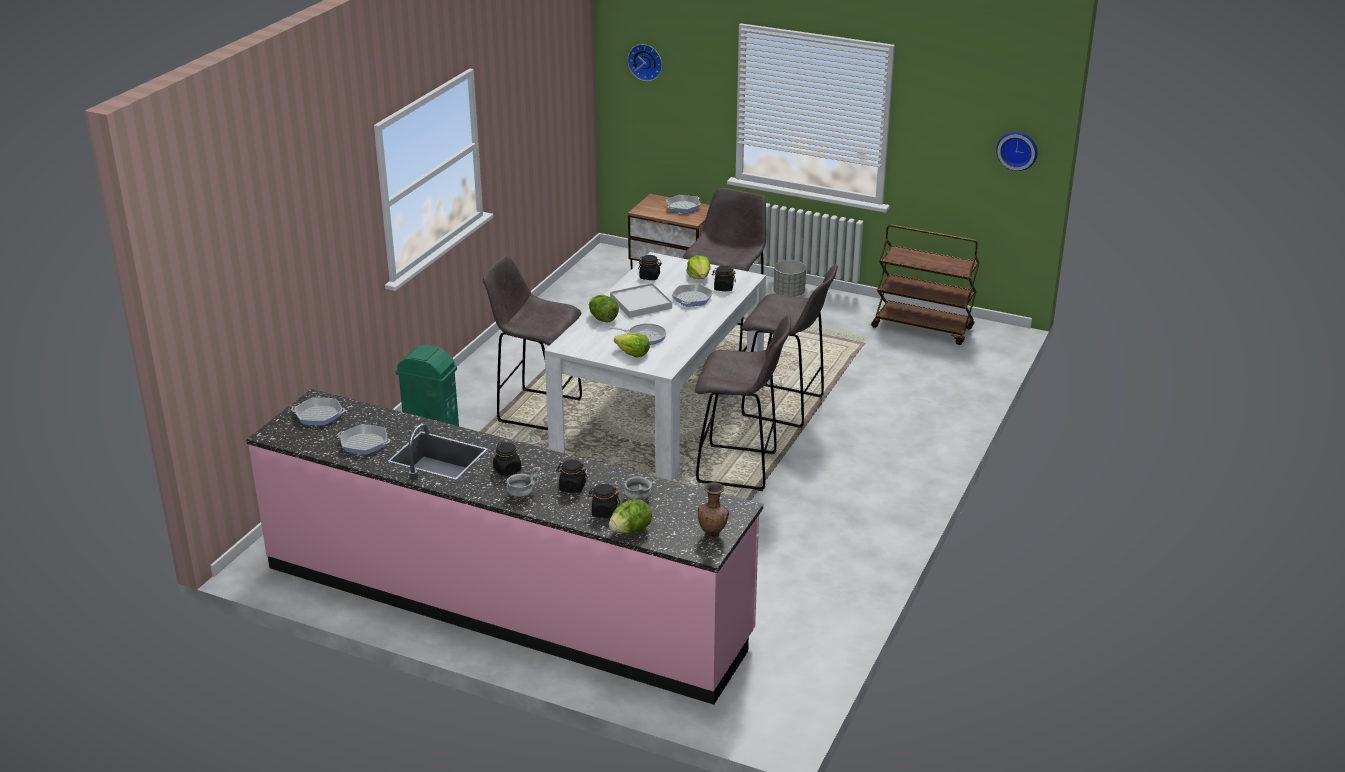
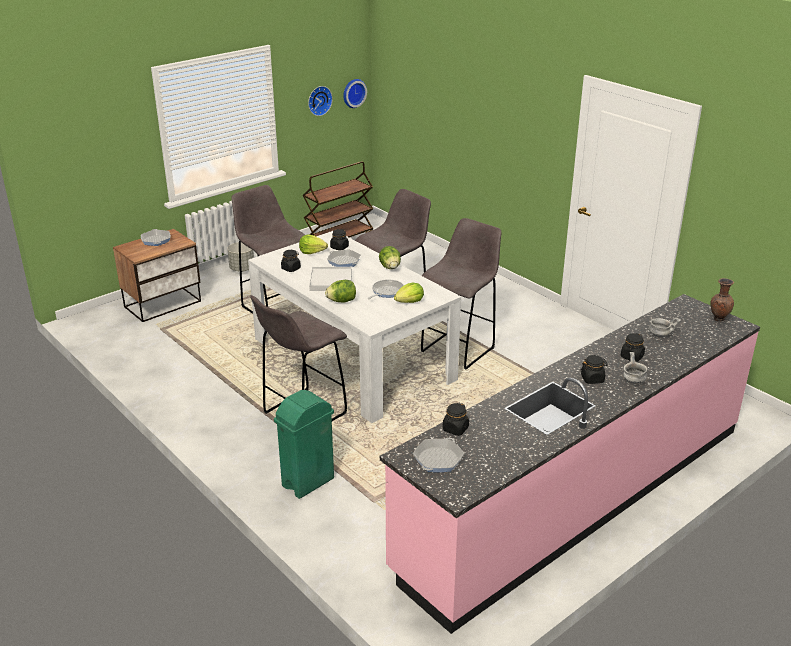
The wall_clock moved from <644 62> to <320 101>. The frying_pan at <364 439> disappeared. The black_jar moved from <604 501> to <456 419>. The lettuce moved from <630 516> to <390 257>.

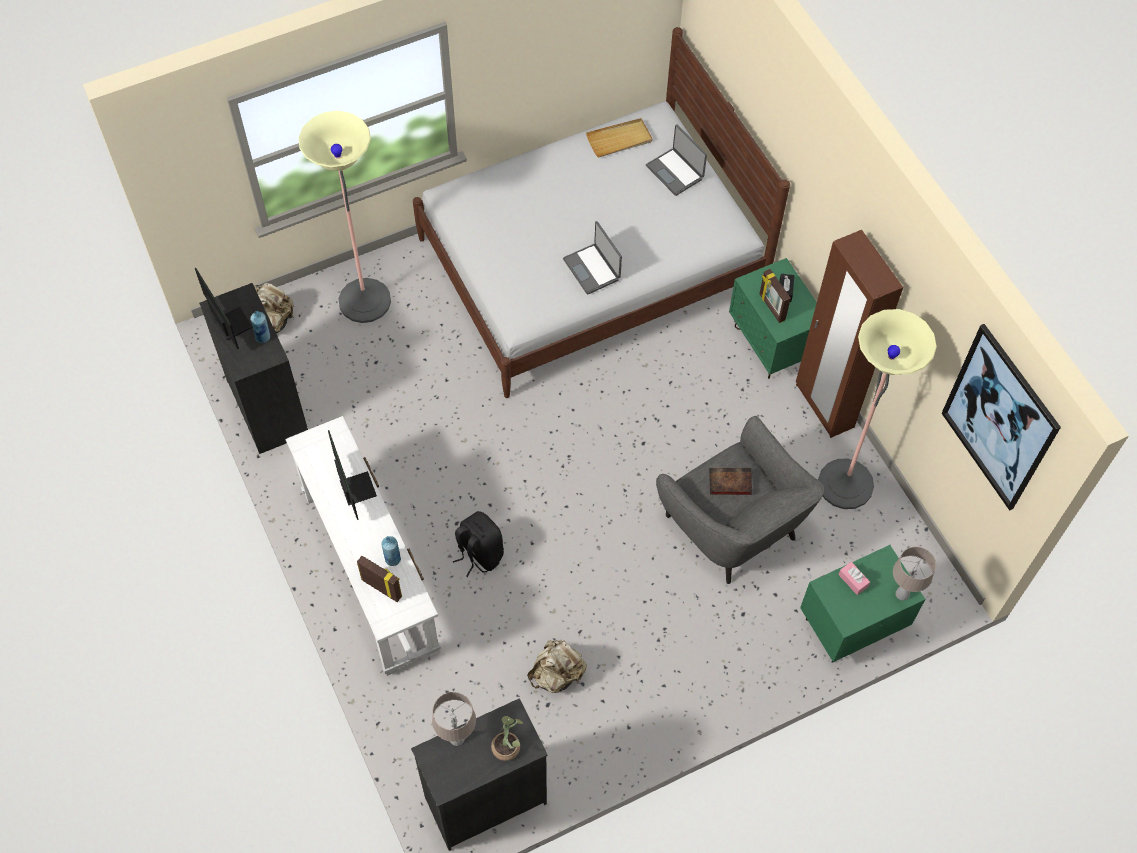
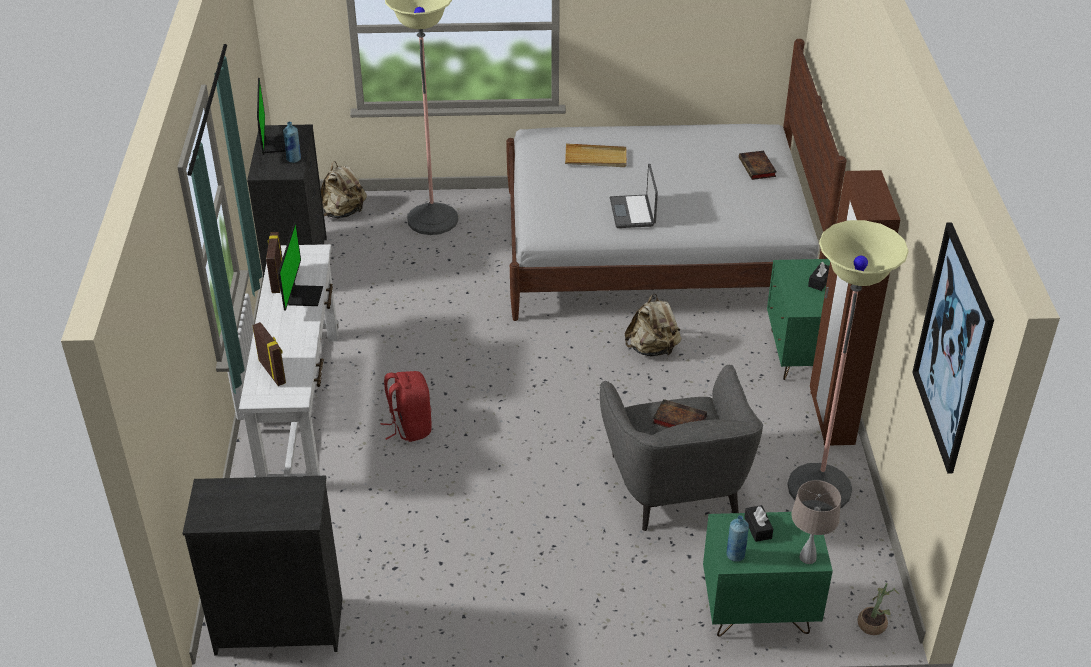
The beige_tray moved from <619 138> to <596 155>. The laptop at <676 160> was replaced by the book at <757 165>. The picture_frame moved from <775 296> to <274 262>. The black_backpack at <478 544> became the red_backpack at <406 406>. The blue_bottle moved from <391 551> to <738 538>. The pink_tissue_box at <854 578> became the black_tissue_box at <758 523>. The beige_backpack moved from <557 666> to <653 325>. The beige_table_lamp at <454 719> disappeared. The potted_plant moved from <507 738> to <878 609>.

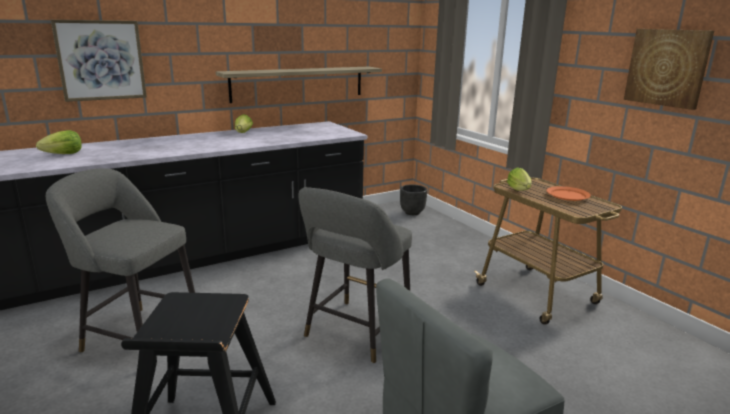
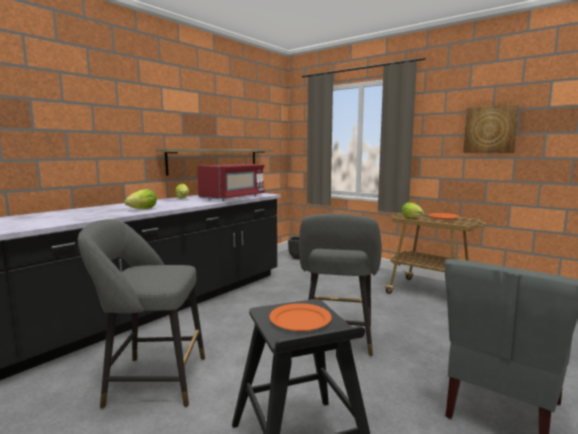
The picture at <99 61> disappeared. The lettuce moved from <59 142> to <140 199>. The red_microwave at <231 182> appeared. The orange_plate at <300 317> appeared.

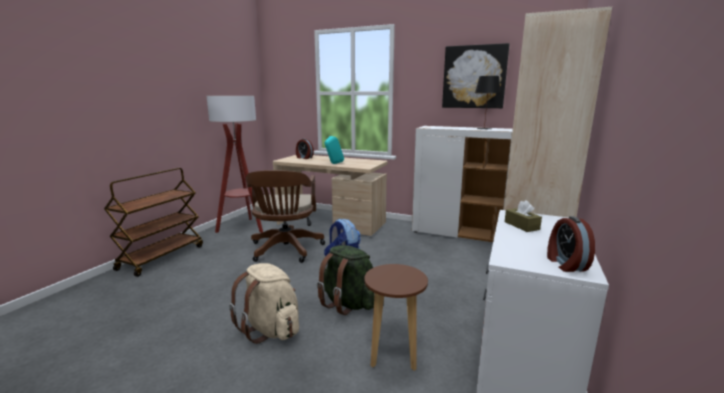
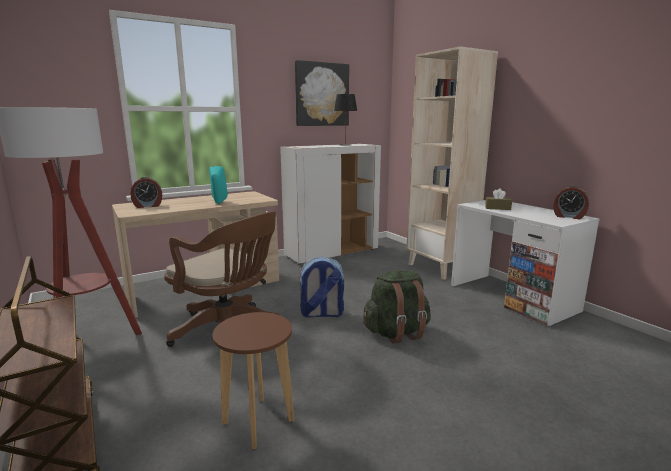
The beige_backpack at <264 303> disappeared. The brown_stool moved from <396 317> to <253 380>.

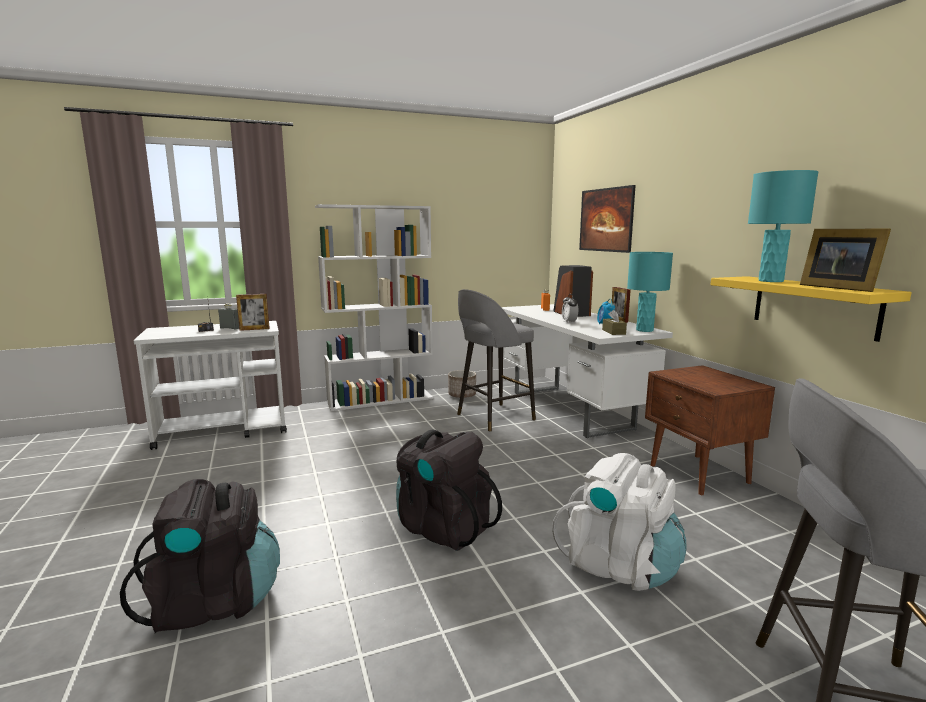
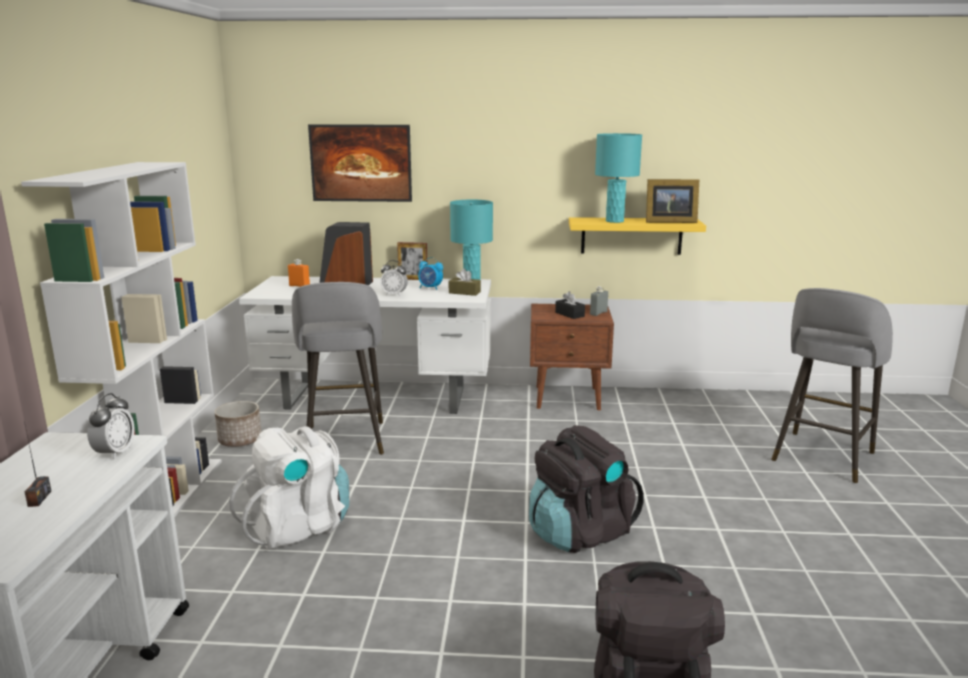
The picture_frame at <253 312> was replaced by the alarm_clock at <110 426>. The grey_bottle moved from <228 316> to <599 301>. The white_backpack moved from <619 522> to <289 488>. The black_tissue_box at <570 305> appeared.

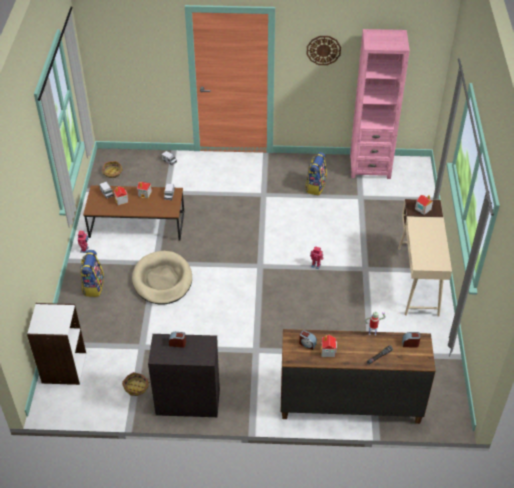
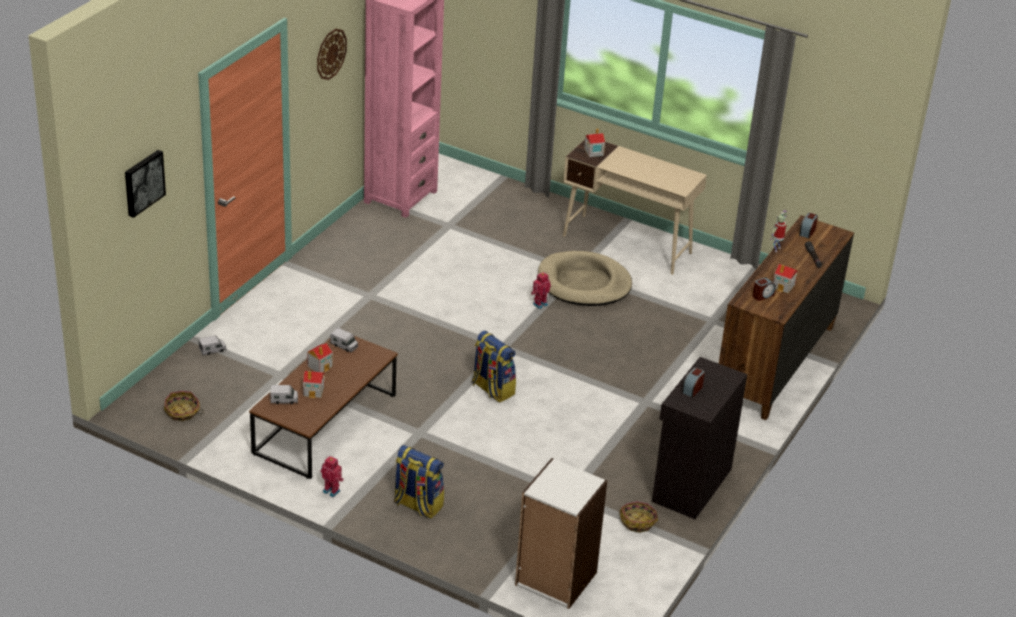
The backpack moved from <316 174> to <494 366>. The beige_dog_bed moved from <162 278> to <585 278>. The picture at <145 184> appeared.

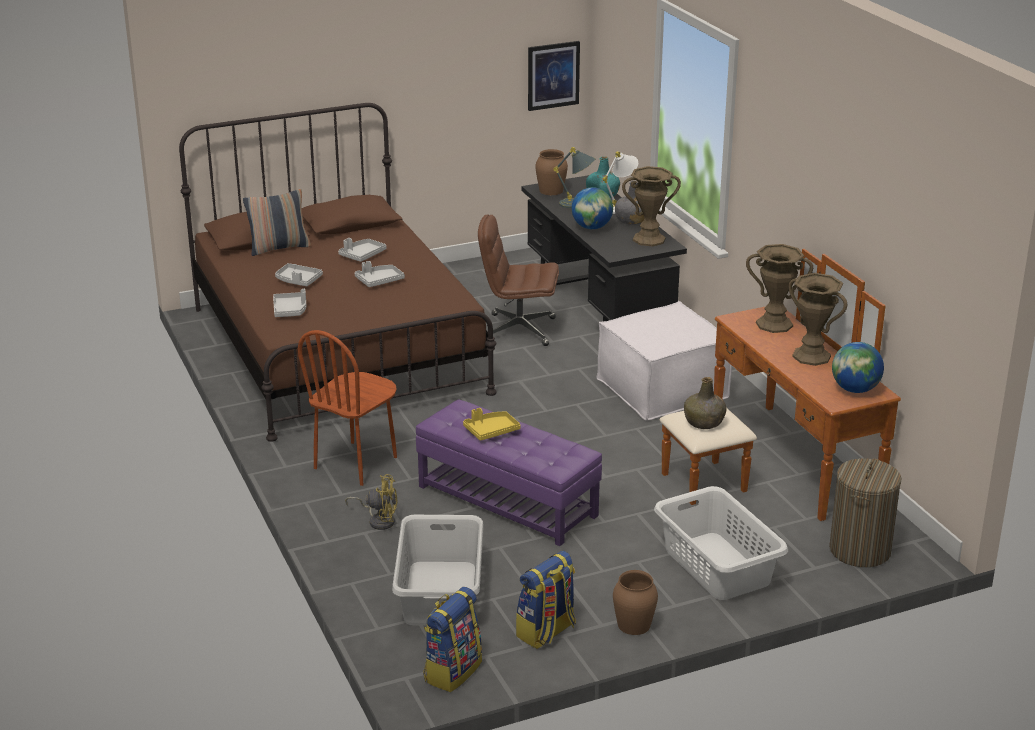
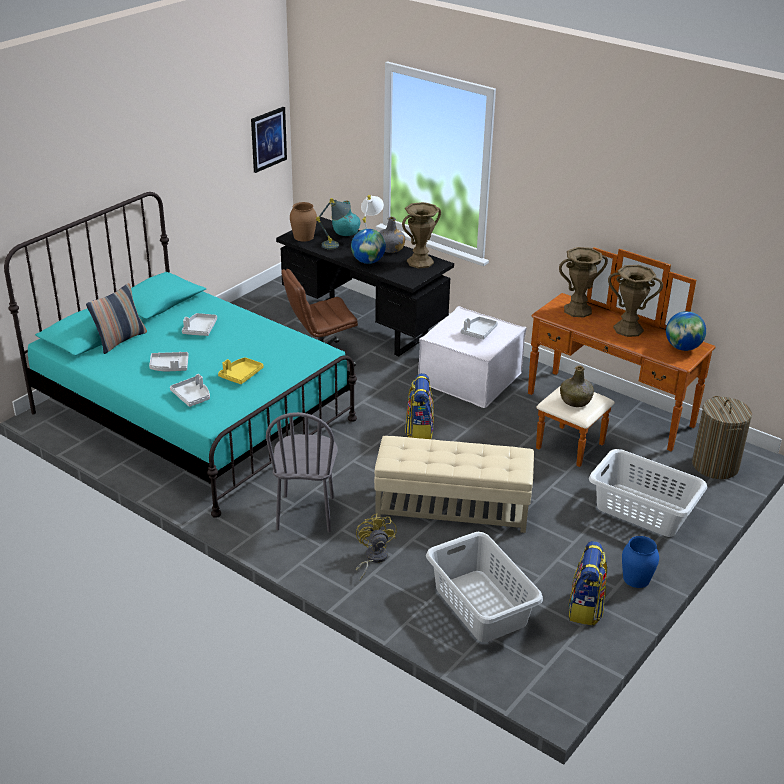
The brown_bed at <337 272> became the turquoise_bed at <180 355>. The grey_tray moved from <380 274> to <479 328>. The brown_chair at <347 408> became the grey_chair at <302 472>. The purple_ottoman at <509 473> became the beige_ottoman at <454 484>. The yellow_tray moved from <492 424> to <240 370>. The yellow_fan at <371 502> turned 75 degrees counterclockwise. The brown_vase at <635 602> became the blue_vase at <640 562>. The backpack moved from <452 639> to <419 406>.

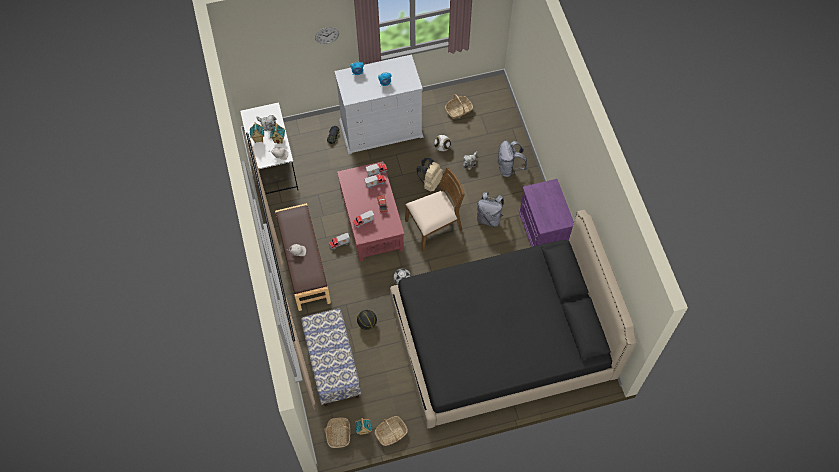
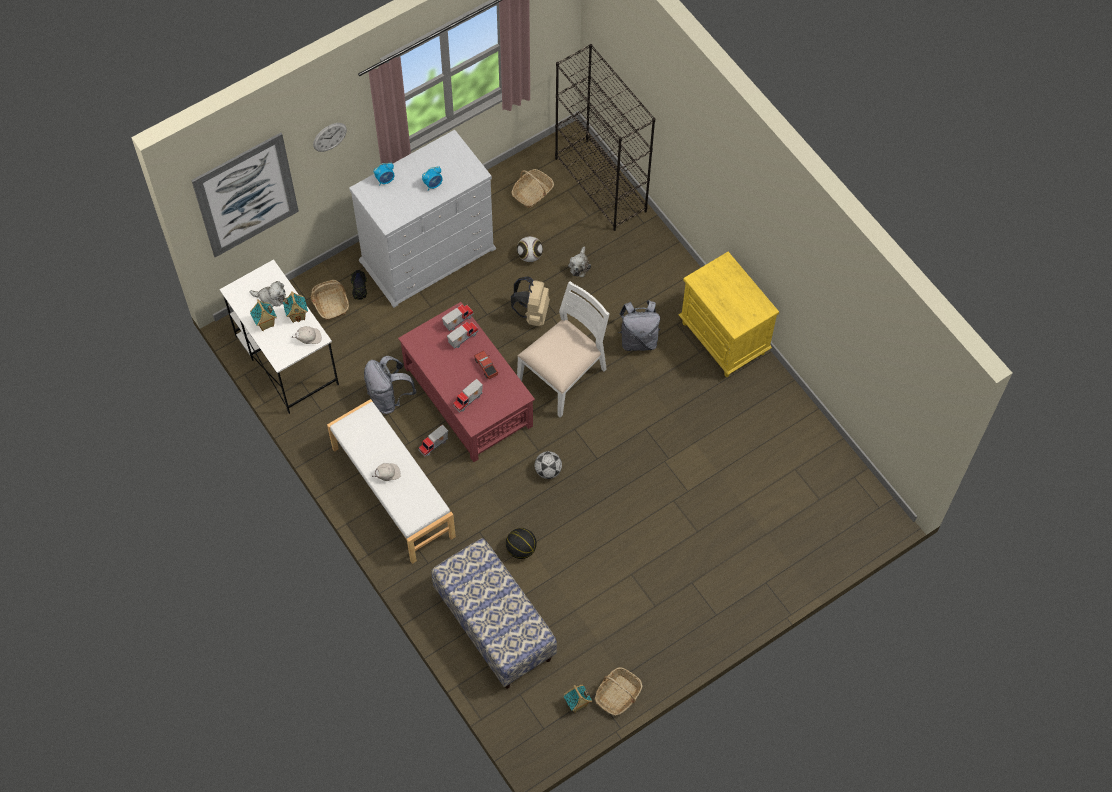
The grey_backpack moved from <512 159> to <390 385>. The brown_chair at <435 209> became the white_chair at <563 349>. The purple_nightstand at <546 213> became the yellow_nightstand at <728 314>. The brown_bench at <303 257> became the white_bench at <391 481>. The black_bed at <513 319> disappeared. The basket moved from <337 433> to <330 300>. The black_bookcase at <605 137> appeared. The picture at <245 195> appeared.

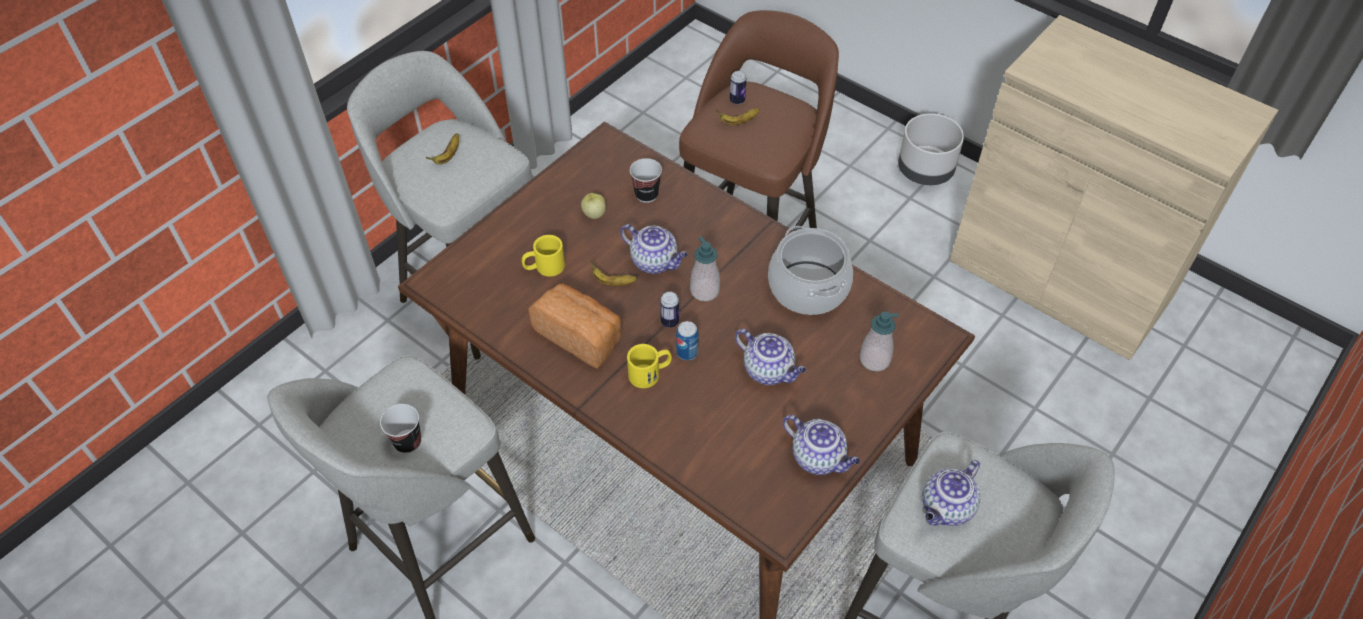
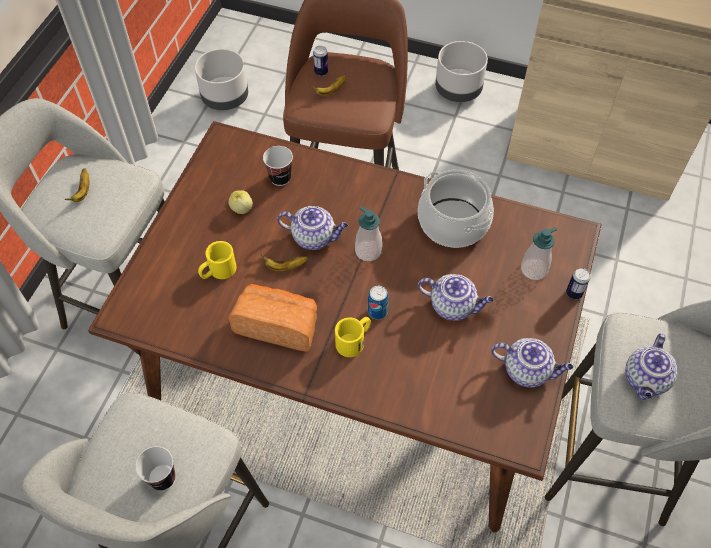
The can moved from <669 310> to <578 283>. The grey_planter at <221 79> appeared.

